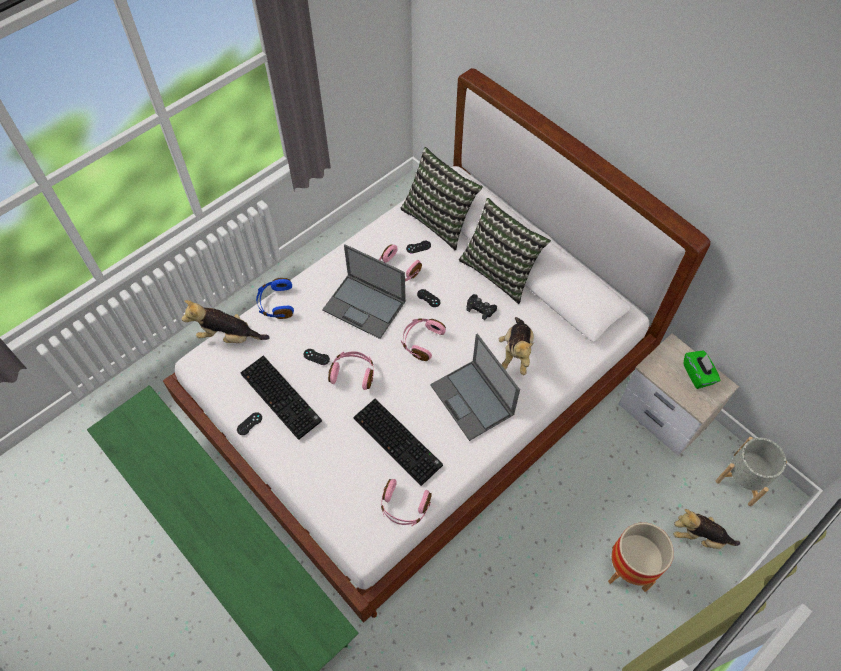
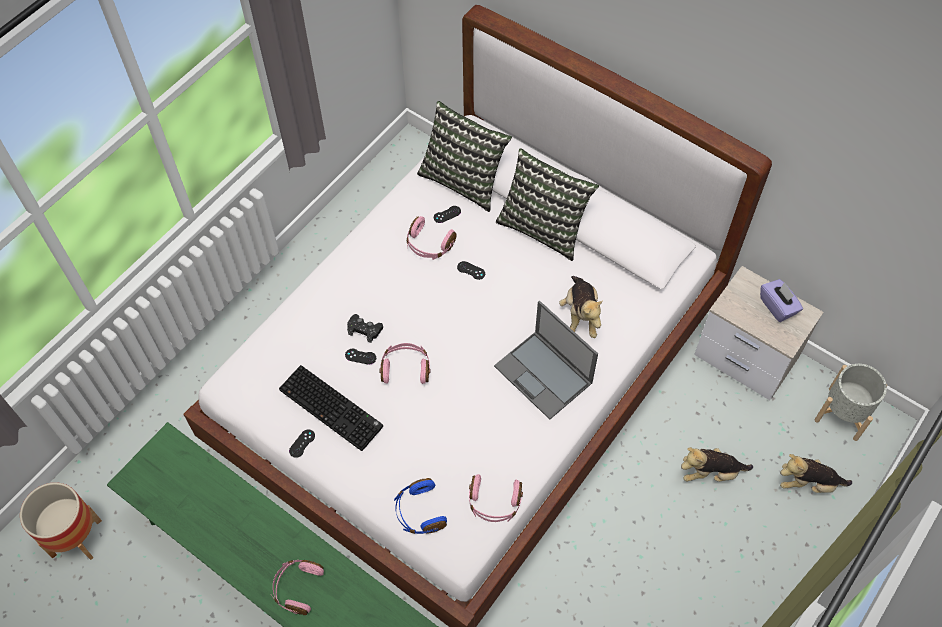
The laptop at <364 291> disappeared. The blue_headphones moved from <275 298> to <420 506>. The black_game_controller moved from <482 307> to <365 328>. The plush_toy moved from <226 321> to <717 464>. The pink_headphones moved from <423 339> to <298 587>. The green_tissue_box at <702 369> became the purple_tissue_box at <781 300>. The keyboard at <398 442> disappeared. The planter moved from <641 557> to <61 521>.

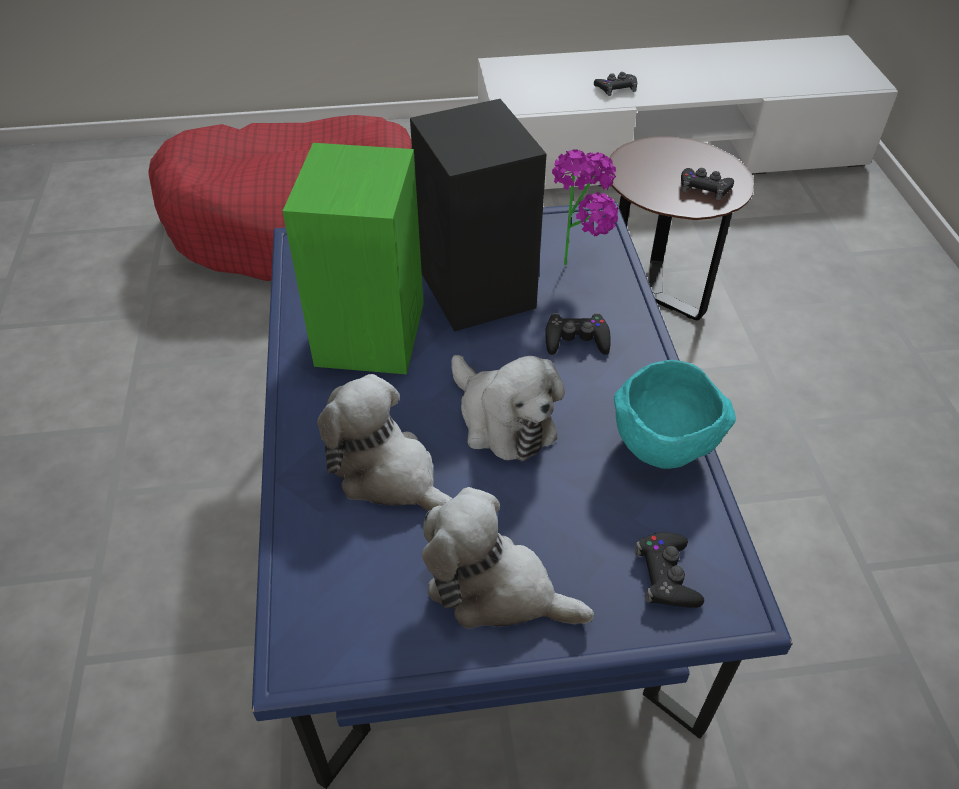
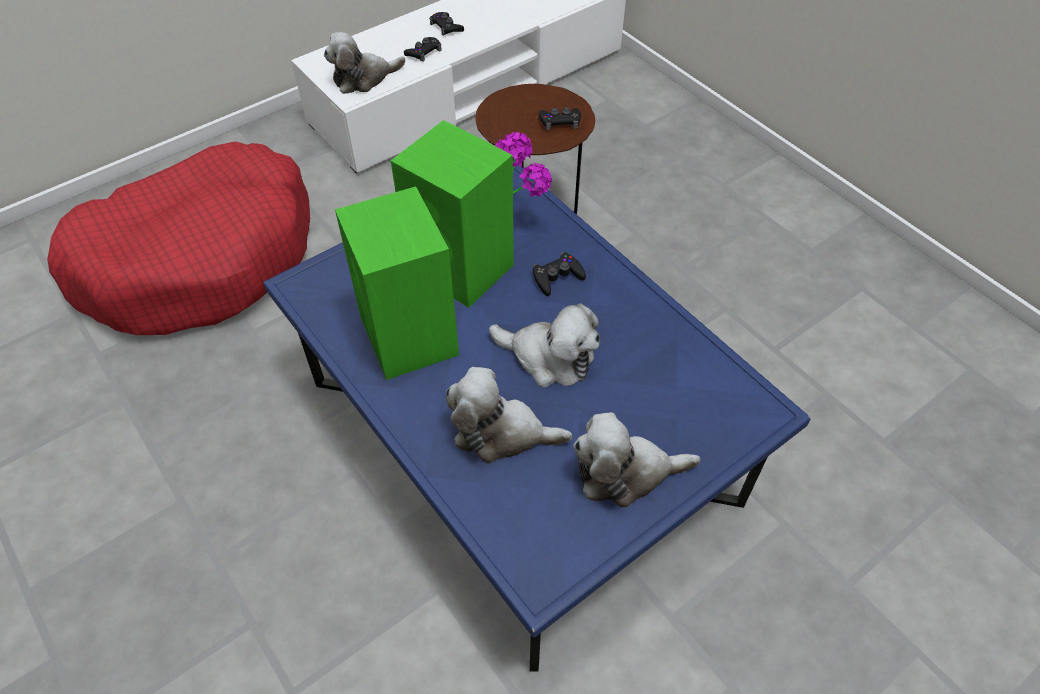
The black_speaker at <478 215> became the green_speaker at <452 214>. The turquoise_bowl at <675 414> disappeared. The black_game_controller moved from <669 570> to <446 24>. The plush_toy at <364 63> appeared.

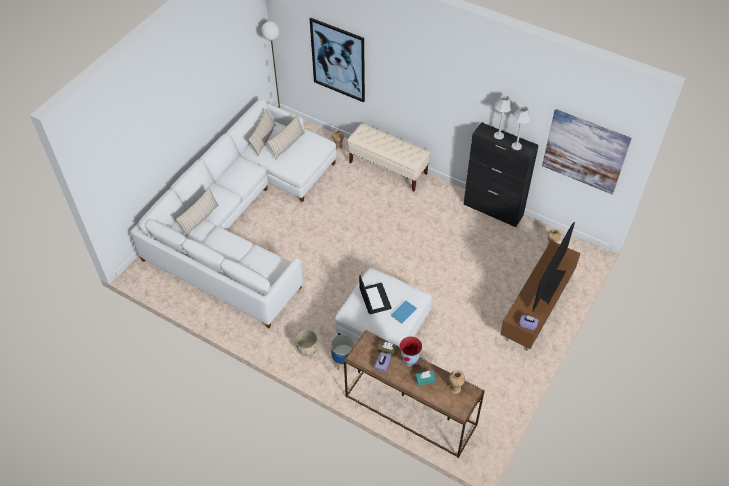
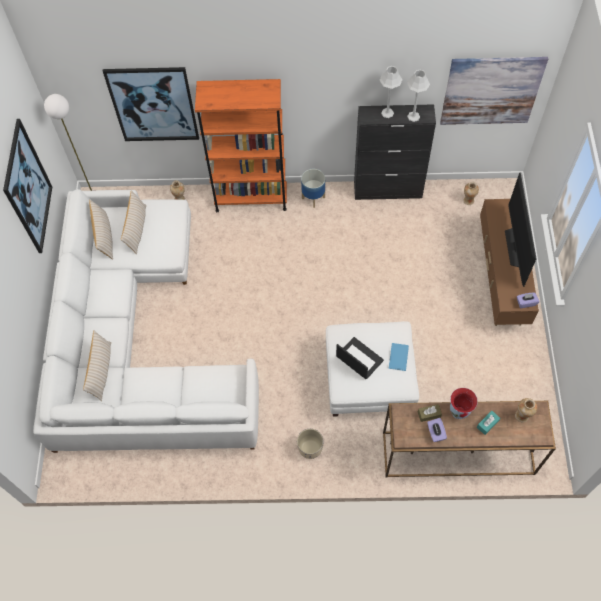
The beige_bench at <389 157> was replaced by the orange_bookcase at <241 145>. The planter moved from <343 352> to <313 188>. The picture at <27 186> appeared.

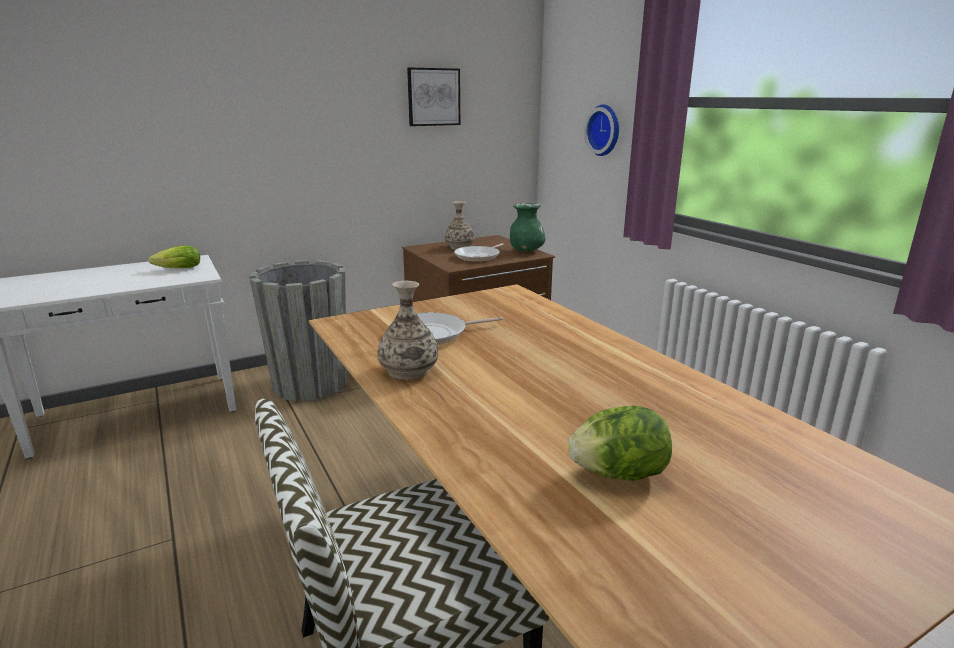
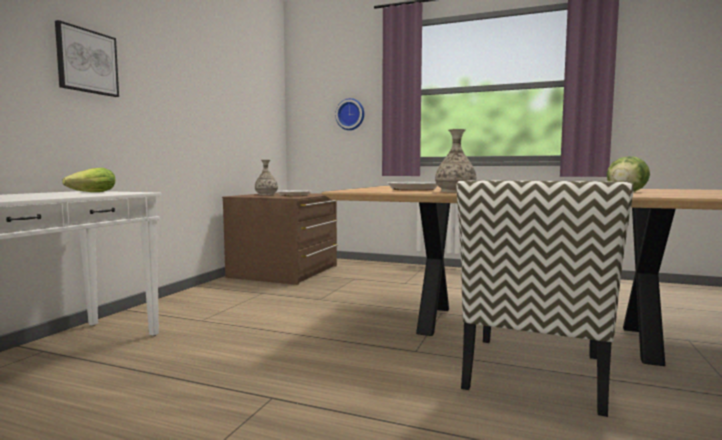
The picture moved from <433 97> to <87 58>. The green_vase at <527 227> disappeared. The grey_planter at <298 331> disappeared.

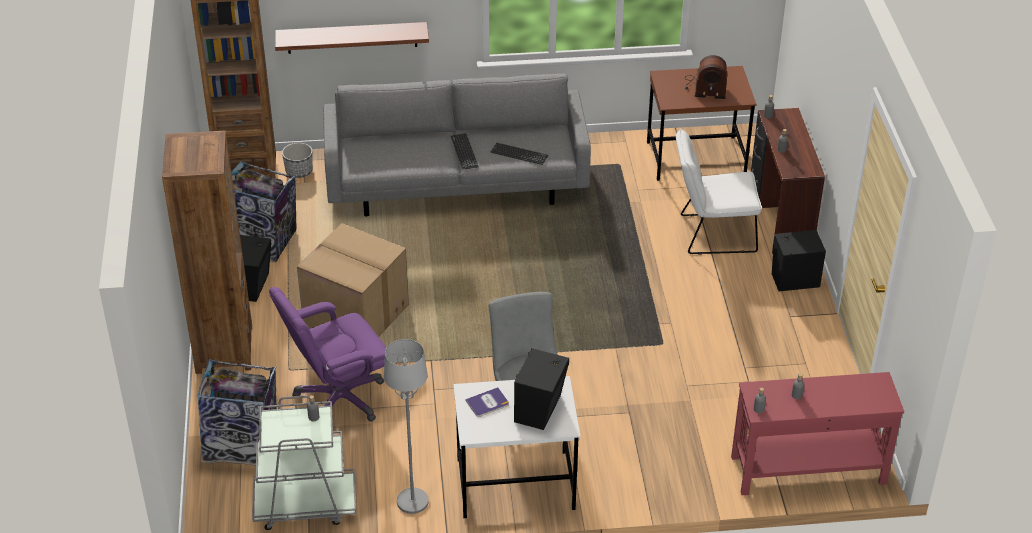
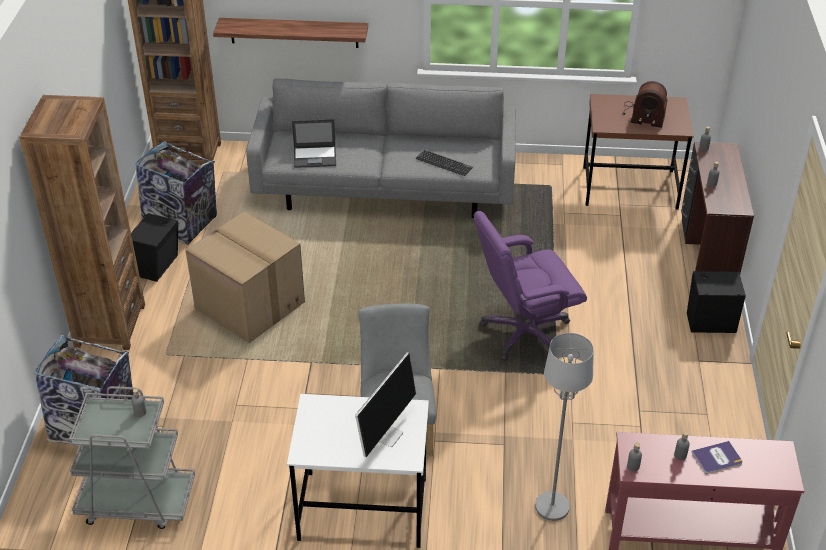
The white_chair at <719 191> disappeared. The keyboard at <465 151> disappeared. The planter at <297 160> disappeared. The purple_office_chair moved from <328 354> to <530 286>. The grey_floor_lamp moved from <406 426> to <564 427>. The black_speaker at <541 389> was replaced by the monitor at <385 404>. The book moved from <487 402> to <717 457>. The laptop at <314 143> appeared.

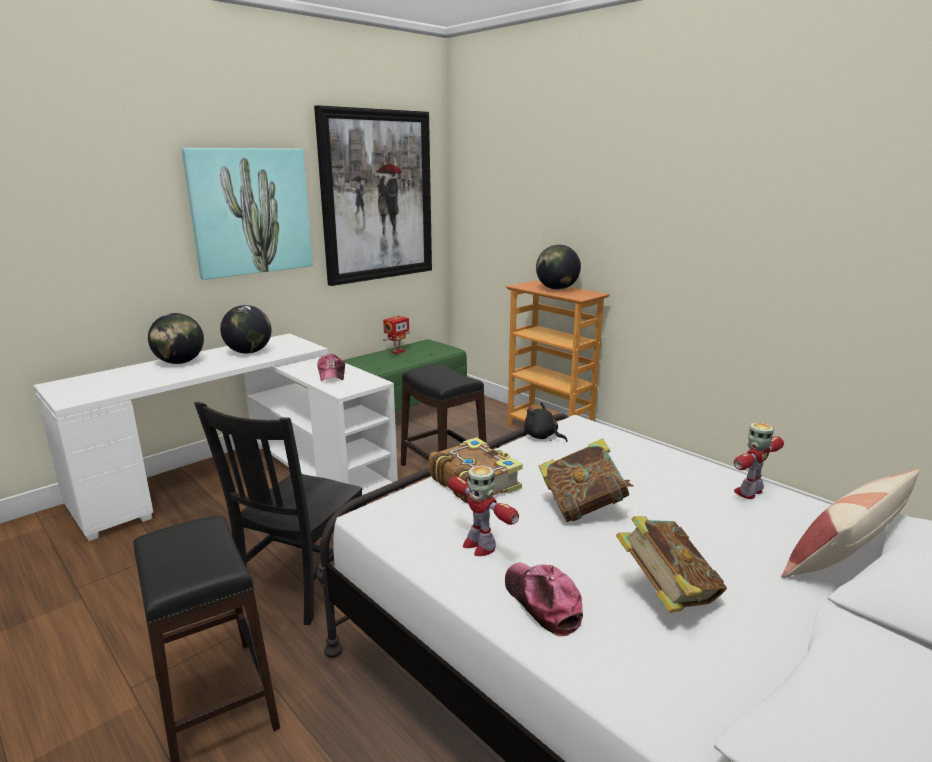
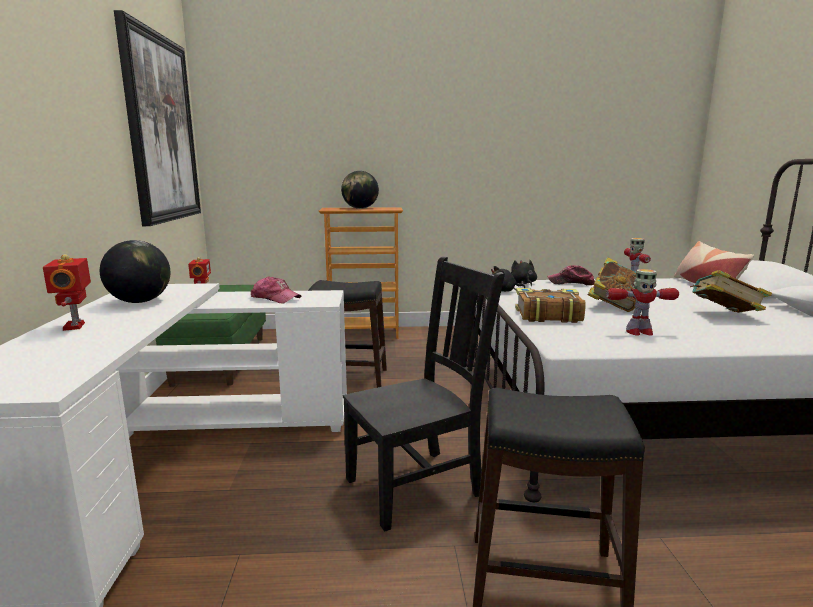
The picture at <247 214> disappeared. The globe at <176 338> was replaced by the toy_robot at <67 292>. The black_chair at <278 513> turned 90 degrees counterclockwise. The cap moved from <544 599> to <571 275>. The black_plush_toy at <524 273> appeared.

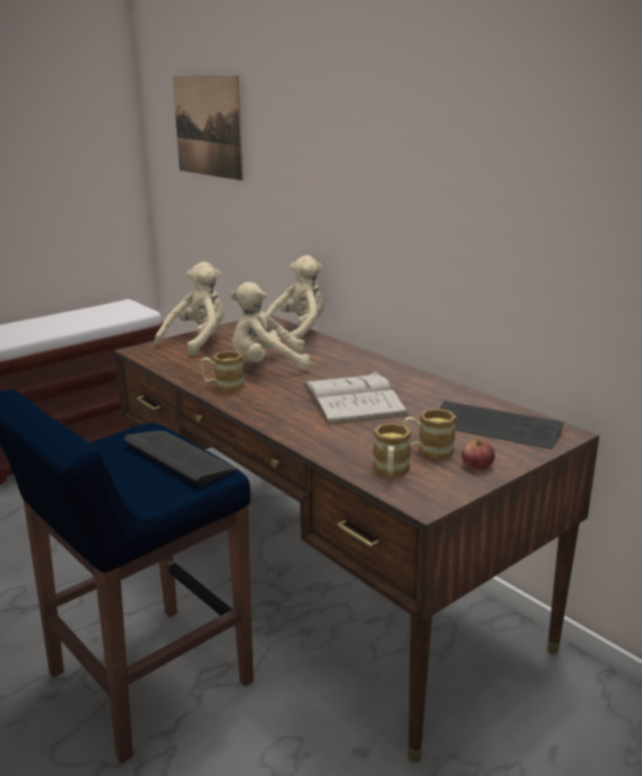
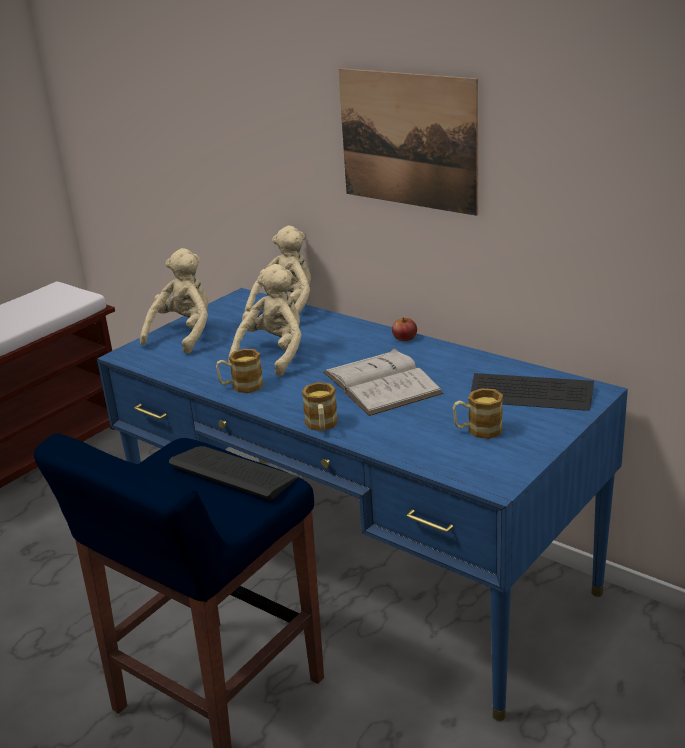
The picture moved from <208 128> to <408 142>. The beige_plush_toy at <270 326> turned 135 degrees clockwise. The brown_desk at <356 538> became the blue_desk at <362 504>. The mug moved from <392 450> to <320 406>. The apple moved from <478 454> to <404 329>.

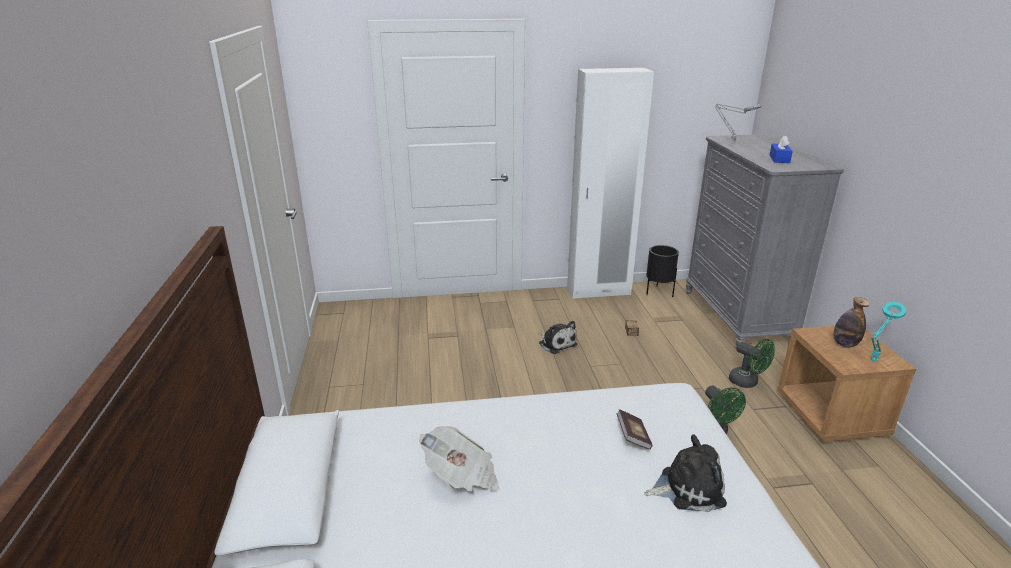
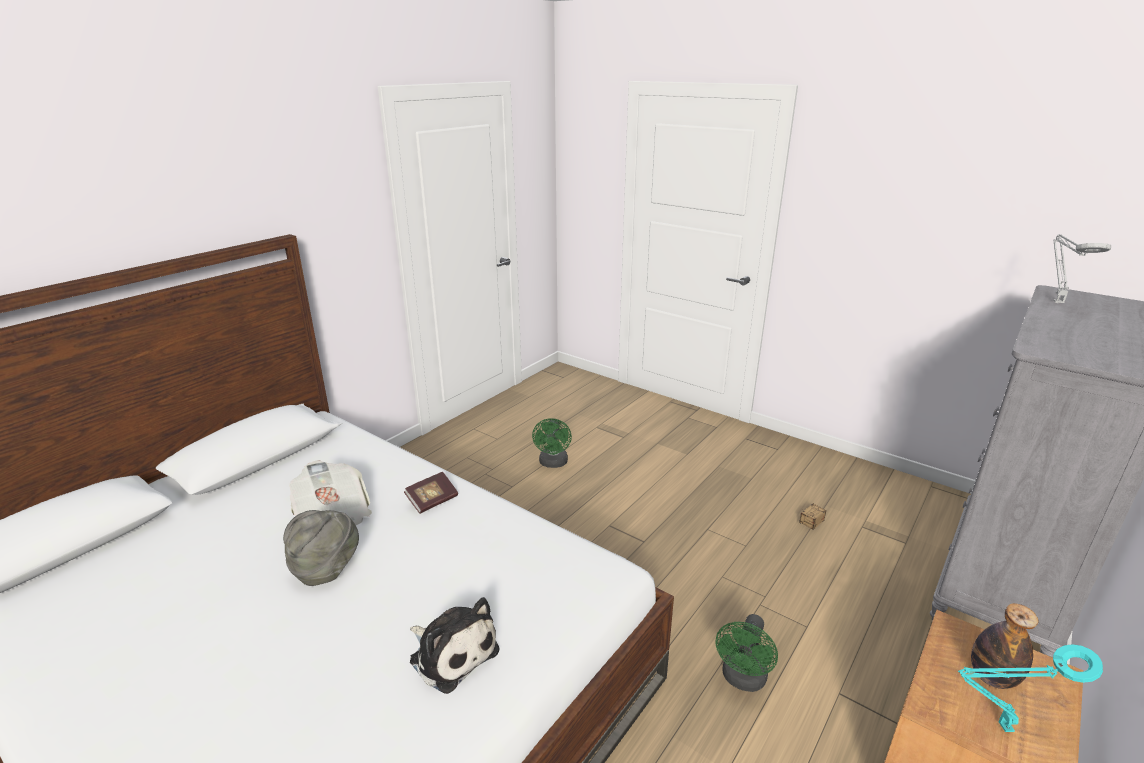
The white_wardrobe at <610 183> disappeared. The blue_tissue_box at <781 149> disappeared. The black_planter at <662 271> disappeared. The plush_toy at <558 337> disappeared. The green_fan moved from <752 363> to <552 443>. The book moved from <634 429> to <431 493>. The grey_hat at <321 548> appeared.

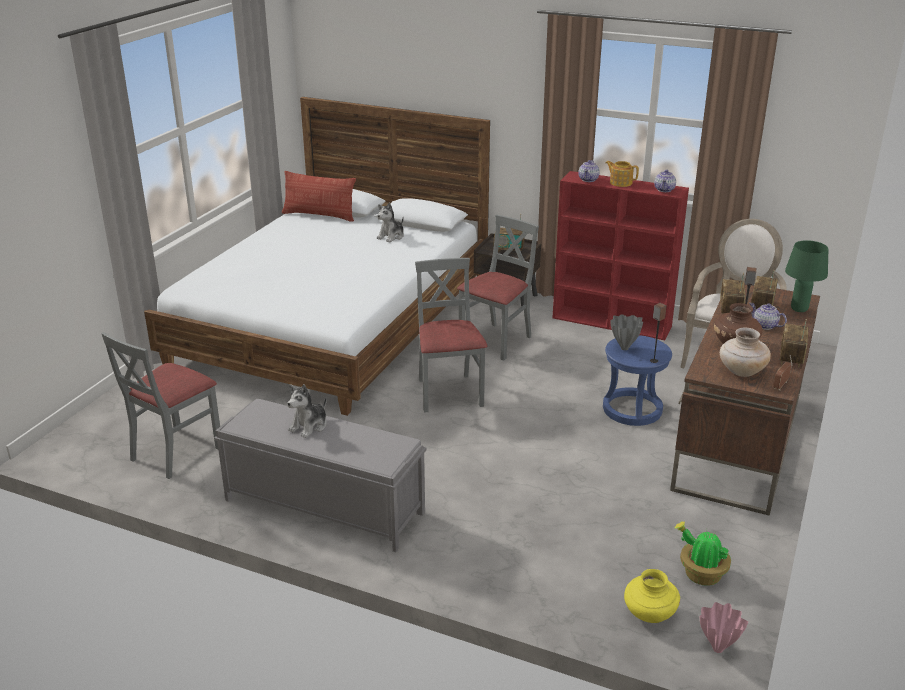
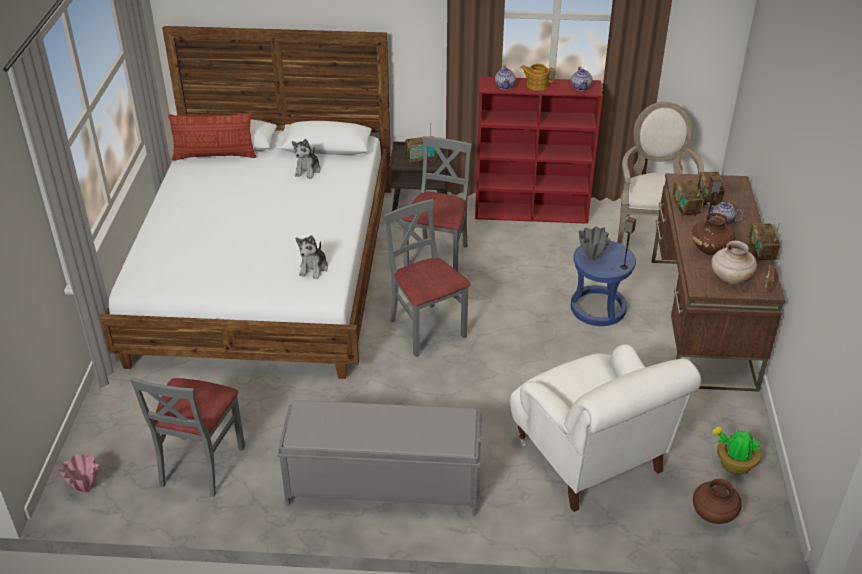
The green_table_lamp at <806 276> disappeared. The plush_toy moved from <307 411> to <312 257>. The yellow_vase at <652 596> became the brown_vase at <717 501>. The pink_vase moved from <724 627> to <79 473>. The white_armchair at <605 428> appeared.

